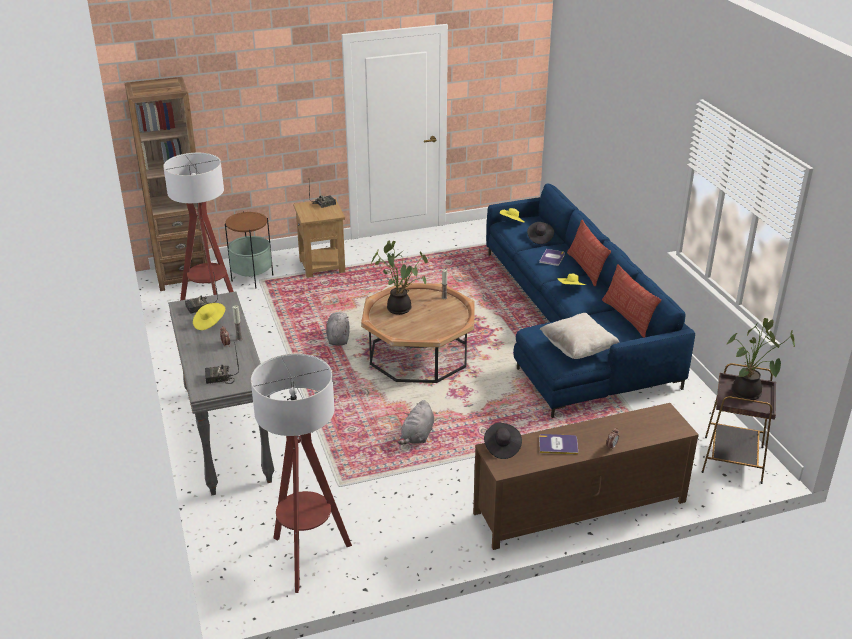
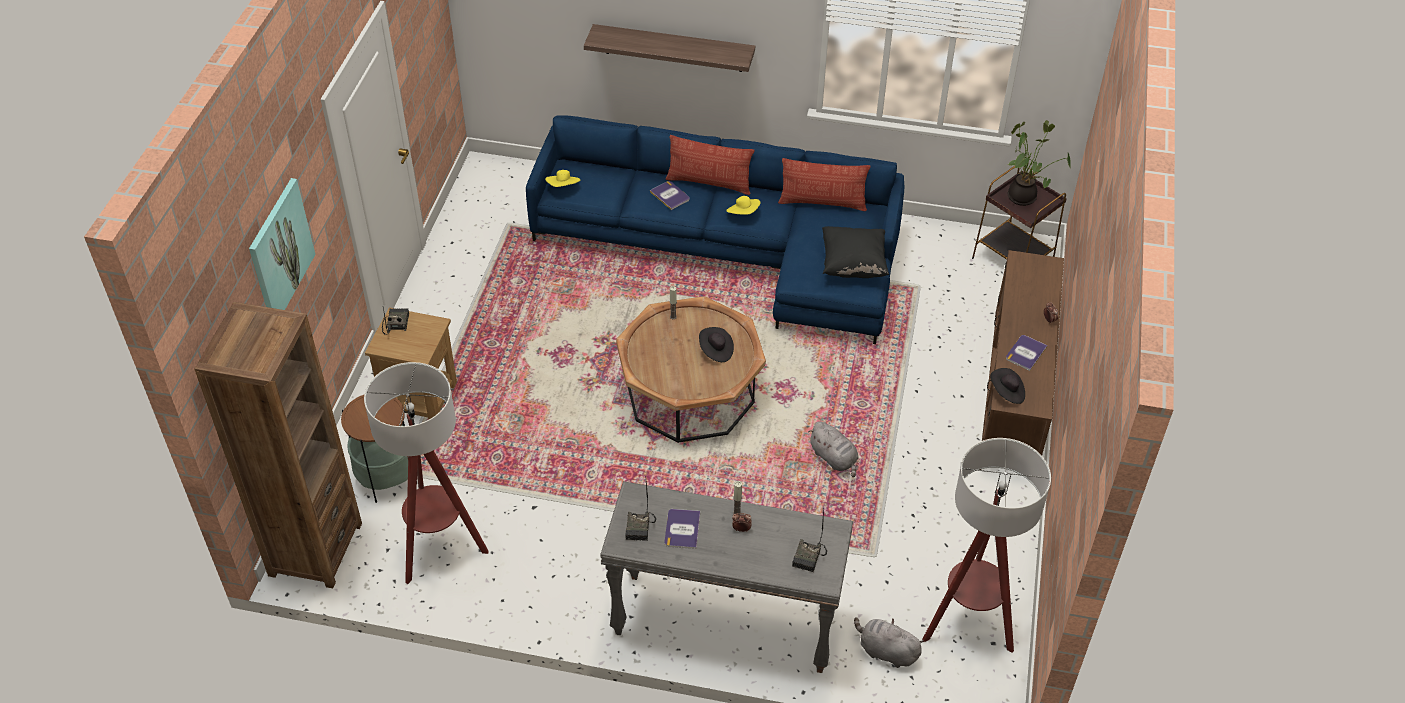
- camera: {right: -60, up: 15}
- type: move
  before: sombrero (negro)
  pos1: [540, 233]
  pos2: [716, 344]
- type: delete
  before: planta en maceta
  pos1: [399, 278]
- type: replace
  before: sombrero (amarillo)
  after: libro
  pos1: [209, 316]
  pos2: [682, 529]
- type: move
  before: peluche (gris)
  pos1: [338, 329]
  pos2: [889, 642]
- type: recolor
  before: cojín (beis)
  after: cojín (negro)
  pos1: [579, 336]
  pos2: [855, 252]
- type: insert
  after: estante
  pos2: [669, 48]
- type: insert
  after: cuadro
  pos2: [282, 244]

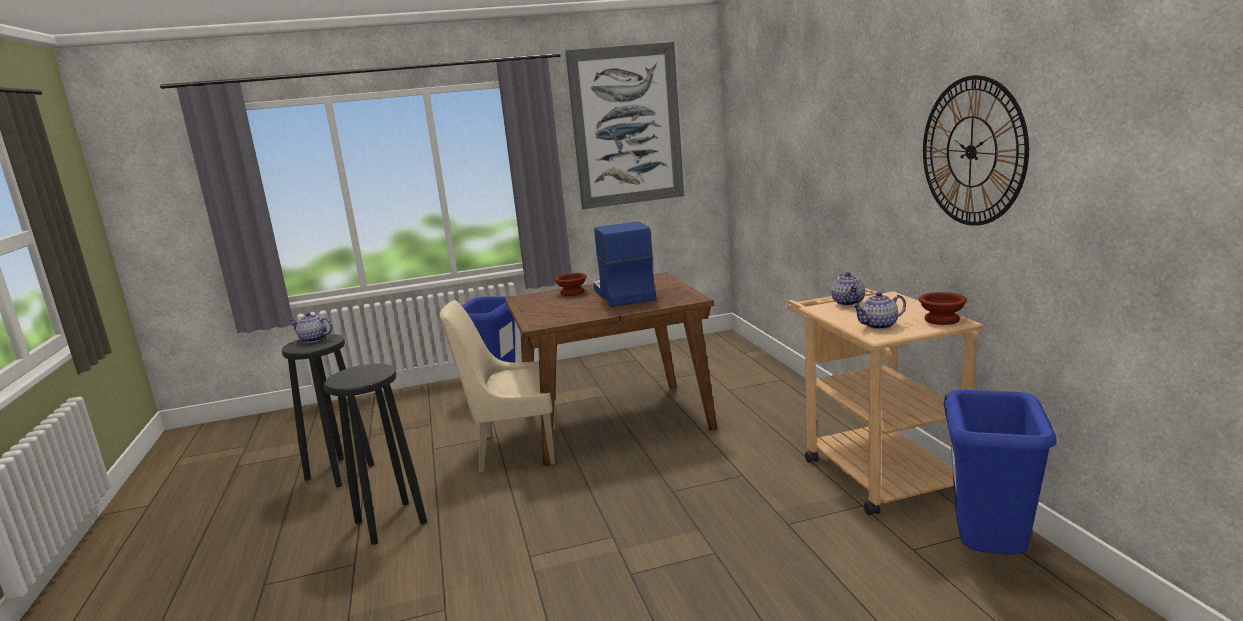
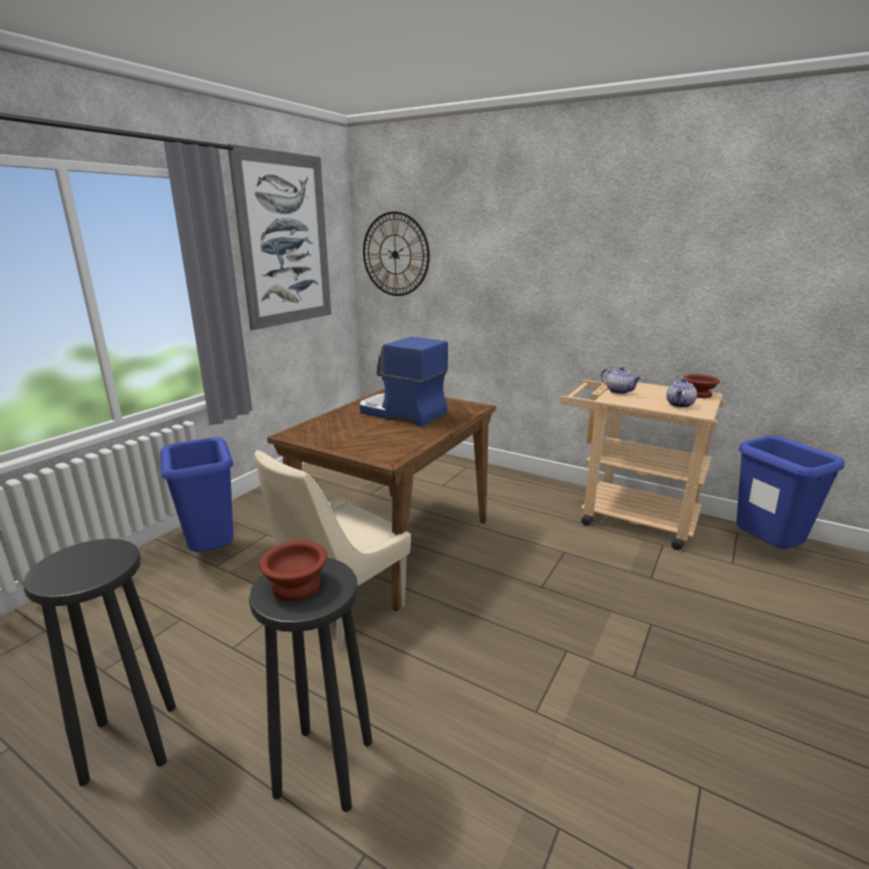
- camera: {right: -45, up: 5}
- type: move
  before: reloj de pared
  pos1: [976, 150]
  pos2: [396, 253]
- type: move
  before: cuenco (marrón)
  pos1: [571, 284]
  pos2: [293, 570]
- type: delete
  before: tetera
  pos1: [310, 327]

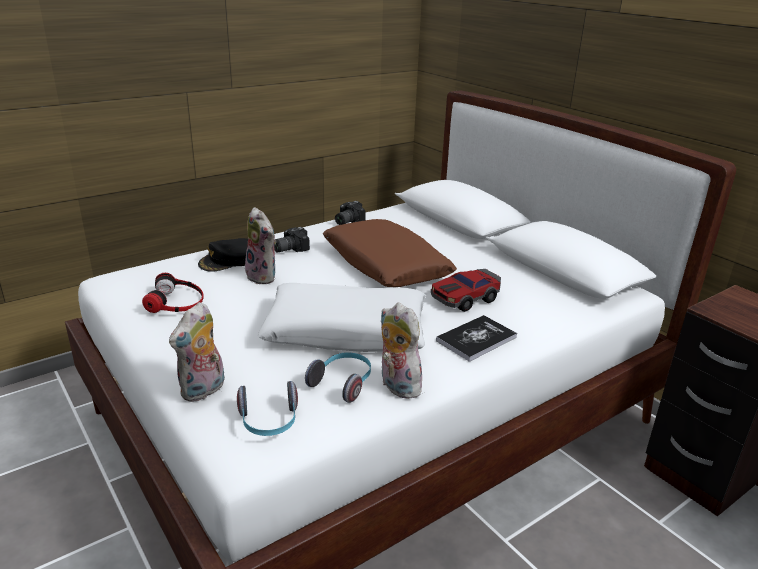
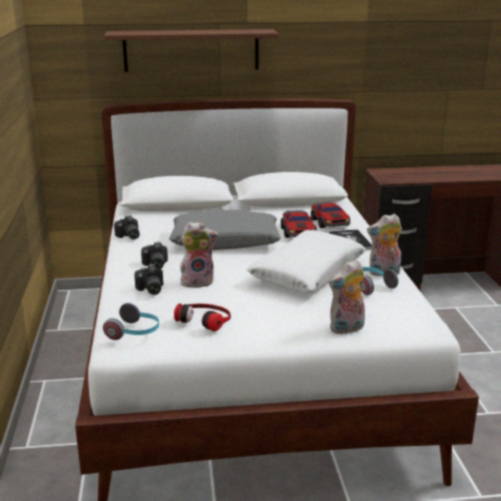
- camera: {right: -60, up: -5}
- type: recolor
  before: cojín (marrón)
  after: cojín (gris)
  pos1: [390, 253]
  pos2: [225, 230]
- type: replace
  before: gorra (negro)
  after: cámara
  pos1: [223, 255]
  pos2: [148, 279]
- type: rotate
  before: peluche
  pos1: [197, 352]
  pos2: [347, 297]
  turn: 90
- type: move
  before: auriculares
  pos1: [267, 408]
  pos2: [131, 321]
- type: insert
  after: estante (marrón)
  pos2: [191, 50]
- type: insert
  after: coche de juguete
  pos2: [330, 214]

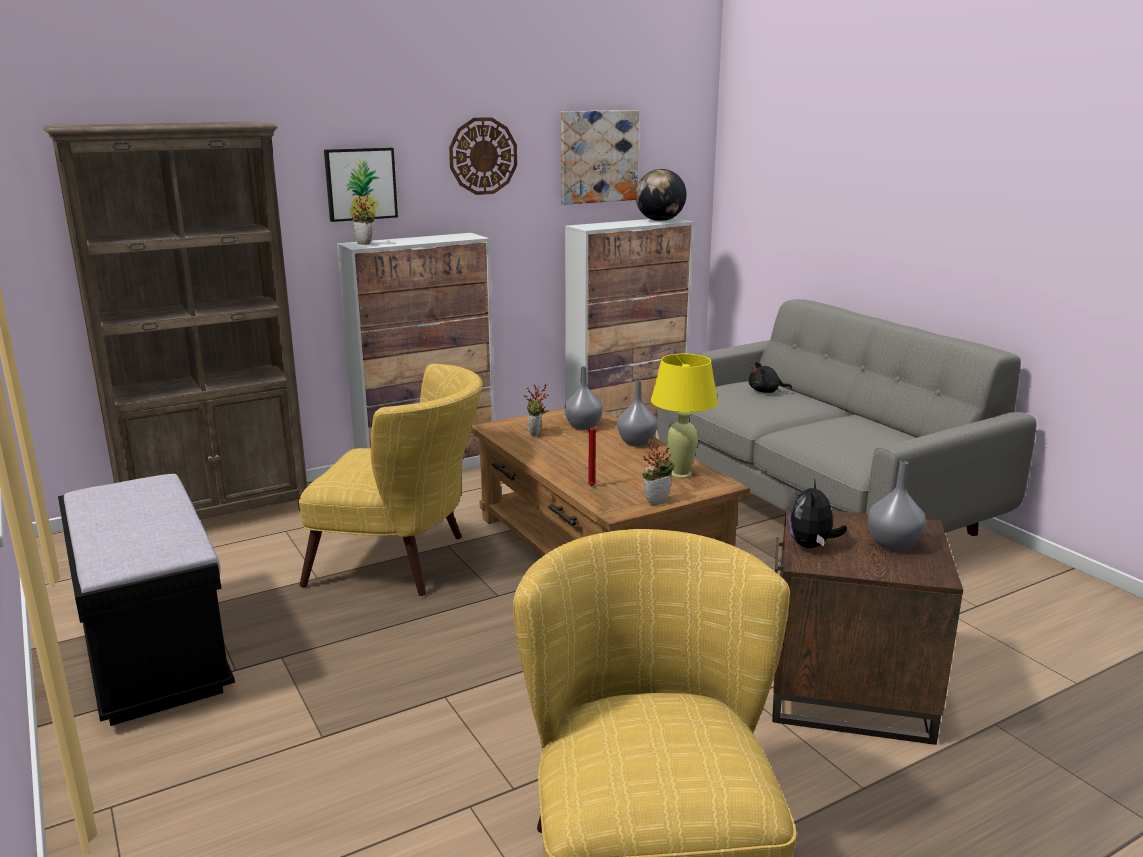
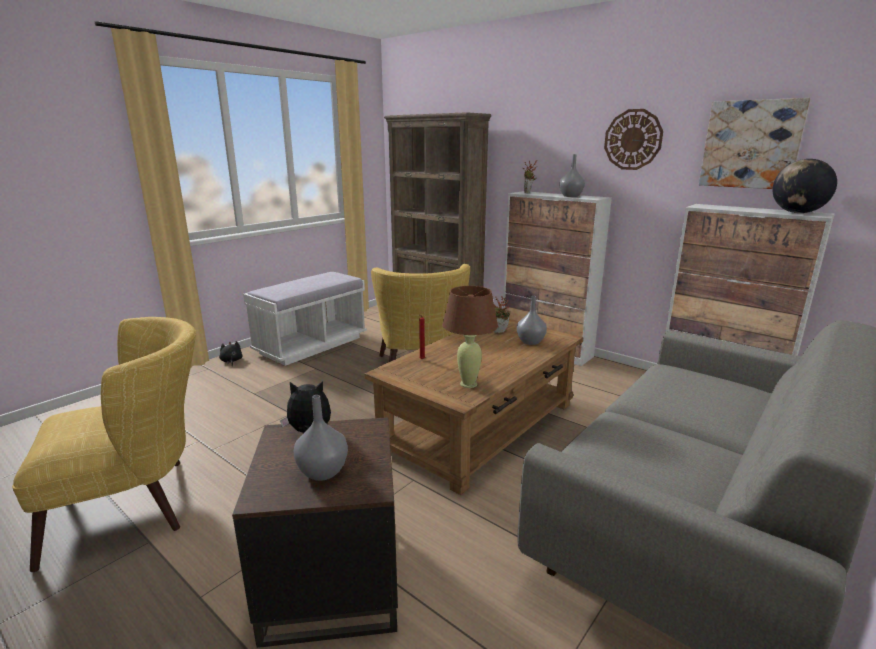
- camera: {right: 70, up: 0}
- type: delete
  before: cuadro
  pos1: [361, 185]
- type: recolor
  before: lámpara de mesa (amarillo)
  after: lámpara de mesa (marrón)
  pos1: [684, 416]
  pos2: [470, 337]
- type: move
  before: peluche (negro)
  pos1: [770, 377]
  pos2: [231, 353]
- type: move
  before: florero (gris)
  pos1: [637, 413]
  pos2: [572, 175]
- type: delete
  before: planta en maceta
  pos1: [658, 472]
- type: recolor
  before: banco (negro)
  after: banco (blanco)
  pos1: [146, 600]
  pos2: [305, 319]

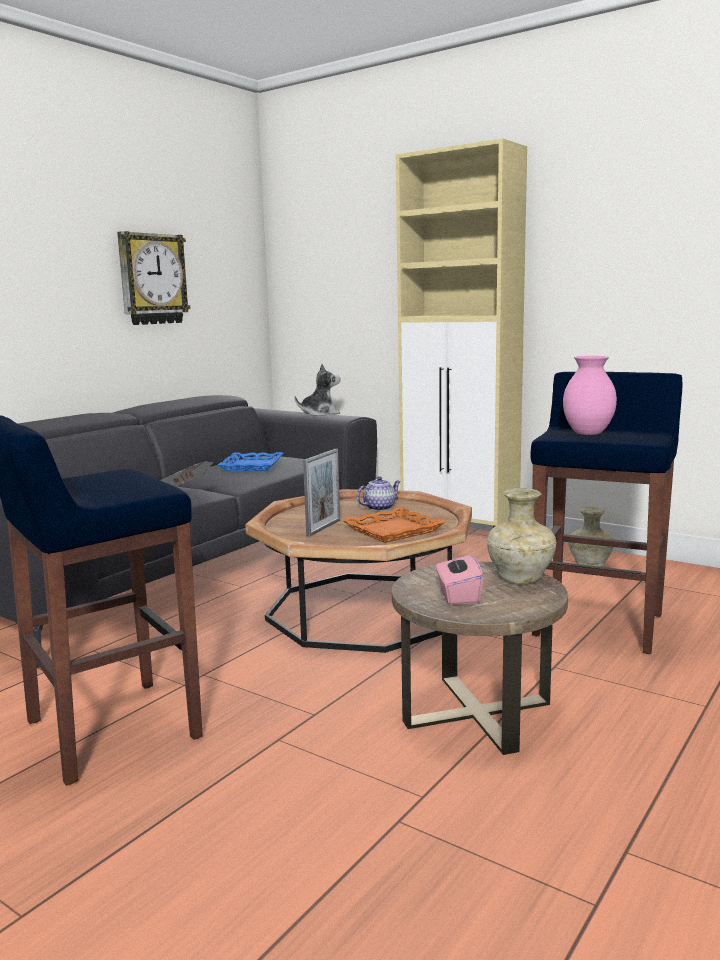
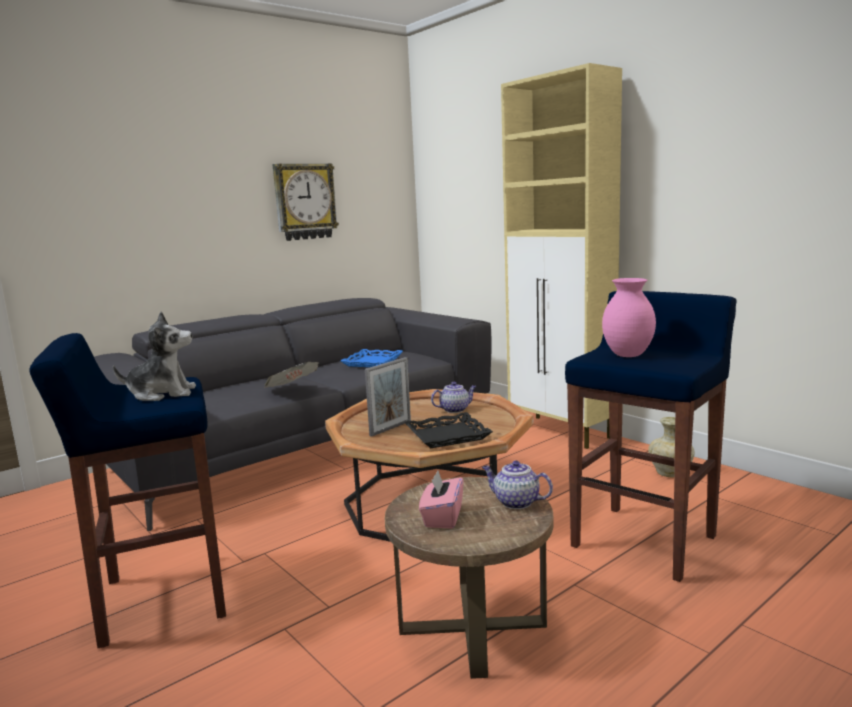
- camera: {right: 15, up: 0}
- type: move
  before: peluche
  pos1: [318, 390]
  pos2: [154, 356]
- type: replace
  before: florero (beis)
  after: tetera
  pos1: [521, 536]
  pos2: [517, 485]
- type: recolor
  before: bandeja (naranja)
  after: bandeja (negro)
  pos1: [393, 525]
  pos2: [449, 430]

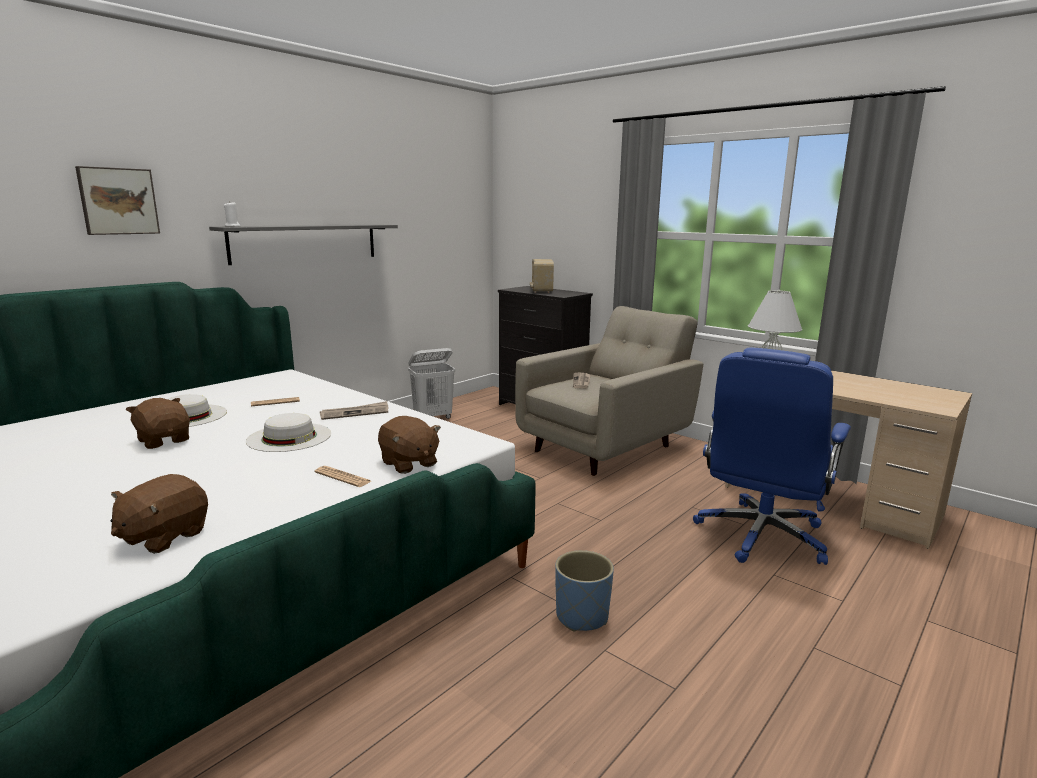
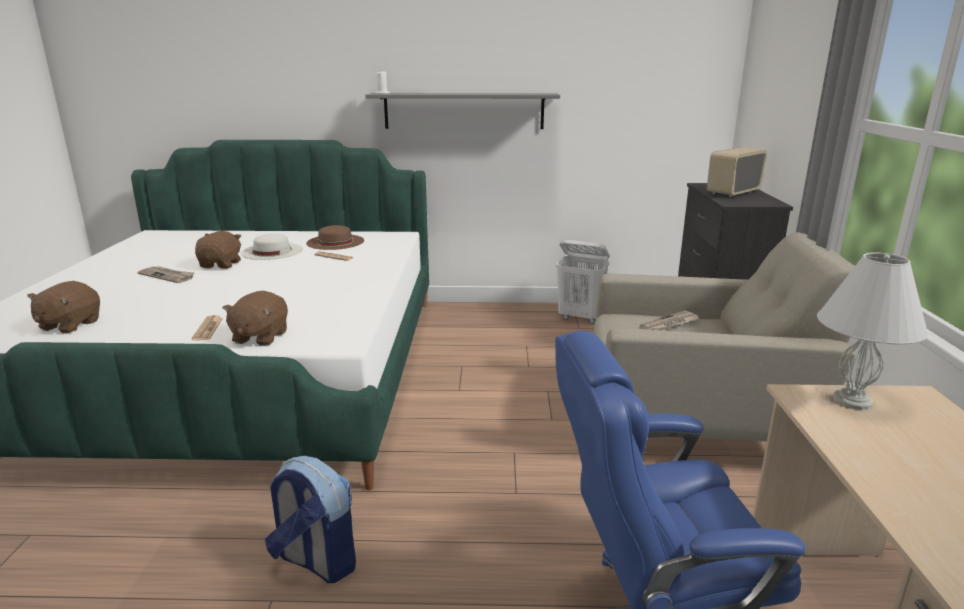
- camera: {right: 50, up: 5}
- type: delete
  before: cuadro
  pos1: [117, 200]
- type: move
  before: periódico
  pos1: [354, 410]
  pos2: [166, 274]
- type: delete
  before: sombrero (blanco)
  pos1: [288, 432]
- type: rotate
  before: peluche (marrón)
  pos1: [159, 514]
  pos2: [63, 307]
  turn: -60
- type: replace
  before: maceta (azul)
  after: mochila
  pos1: [584, 590]
  pos2: [310, 519]
- type: insert
  after: sombrero (marrón)
  pos2: [335, 237]

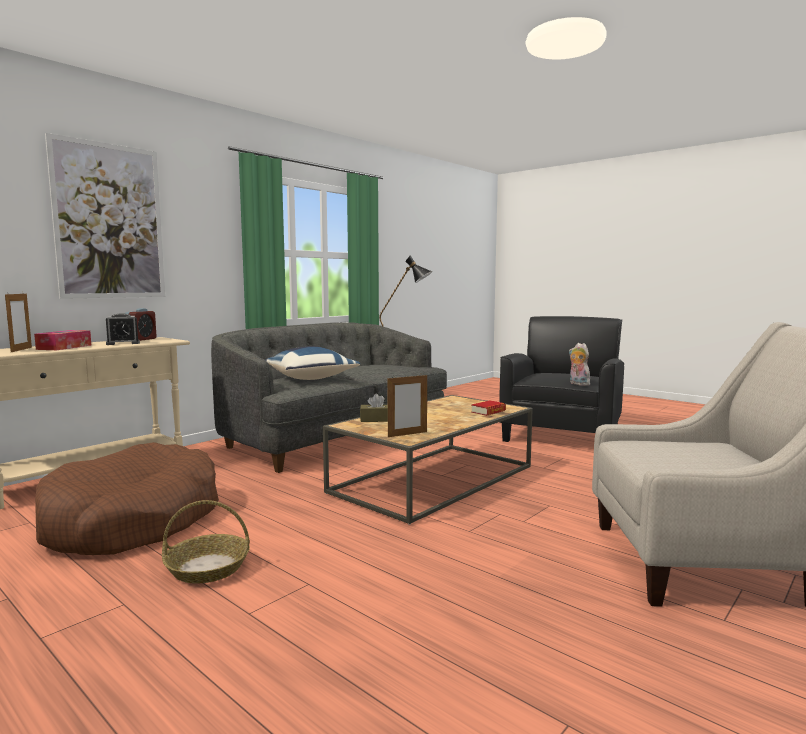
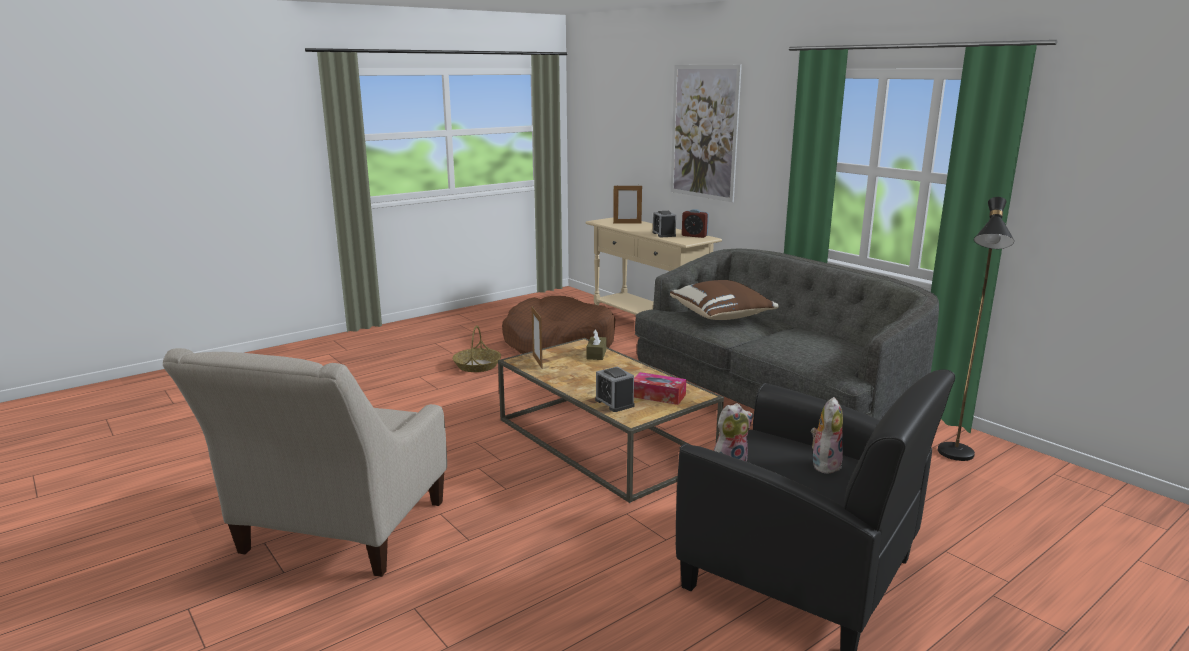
- camera: {right: 100, up: 10}
- type: move
  before: caja de pañuelos
  pos1: [62, 340]
  pos2: [660, 388]
- type: recolor
  before: cojín (azul)
  after: cojín (marrón)
  pos1: [313, 363]
  pos2: [724, 300]
- type: replace
  before: libro
  after: despertador
  pos1: [488, 408]
  pos2: [615, 389]
- type: insert
  after: peluche
  pos2: [827, 435]

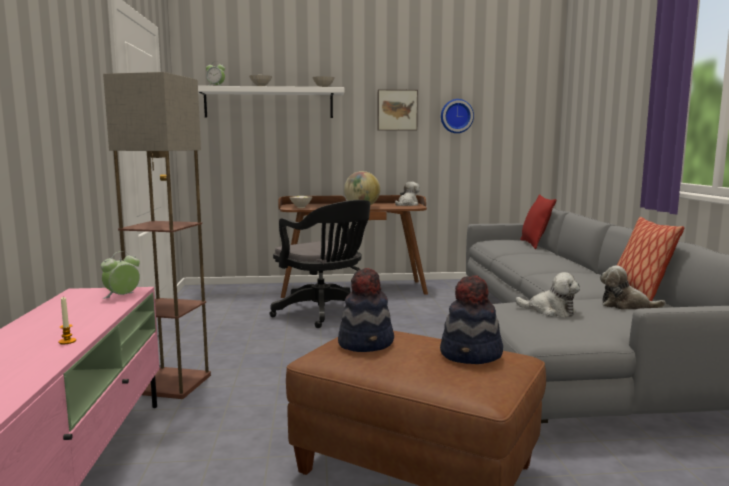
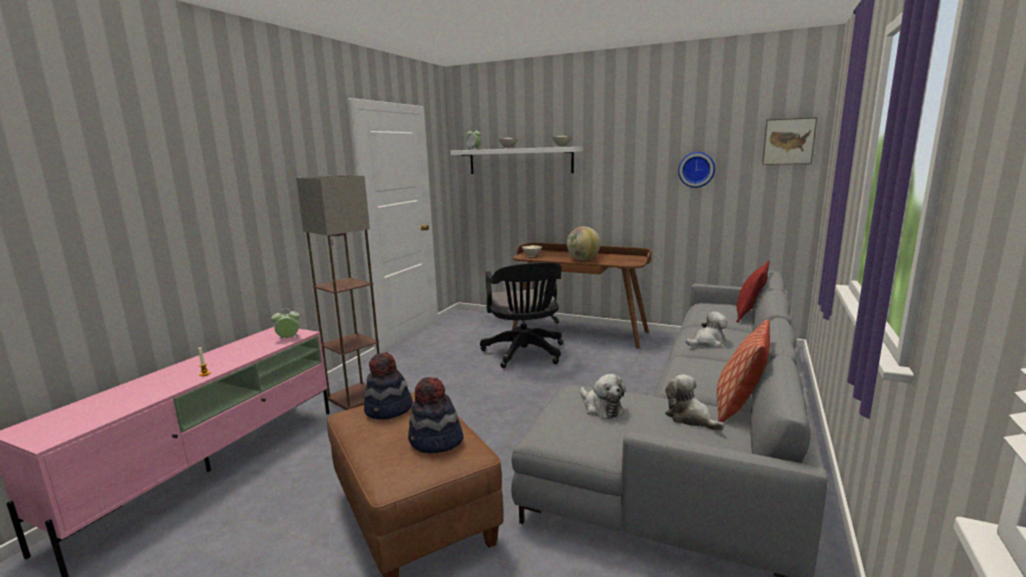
- camera: {right: 30, up: 5}
- type: move
  before: cuadro
  pos1: [397, 110]
  pos2: [789, 141]
- type: move
  before: peluche
  pos1: [407, 194]
  pos2: [707, 329]

